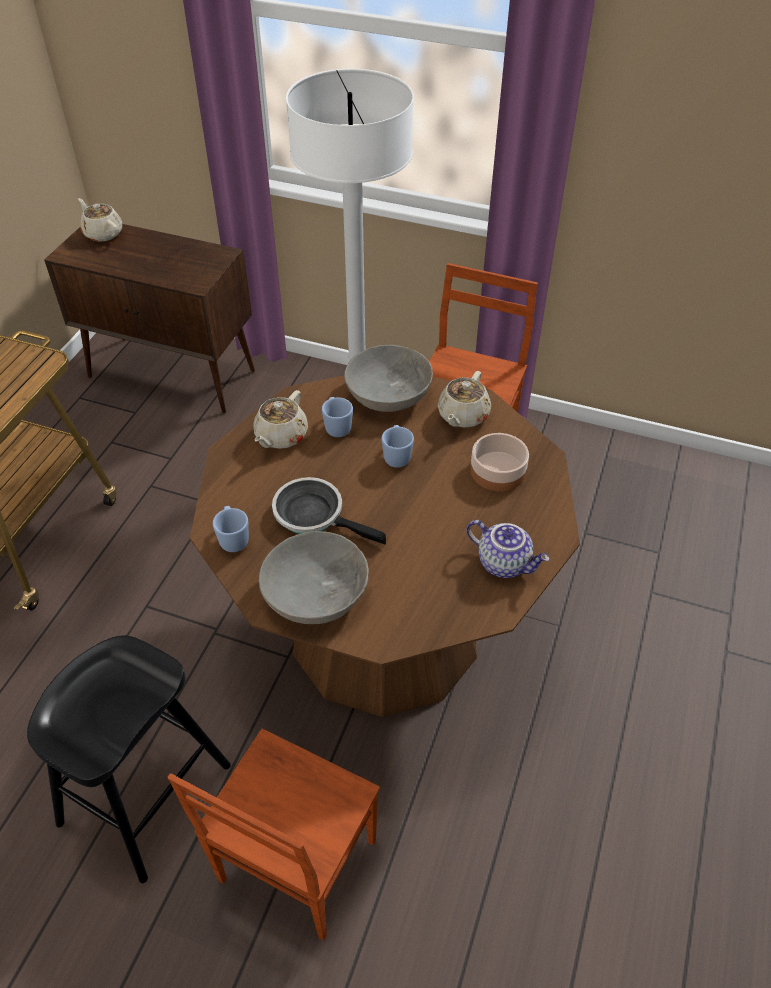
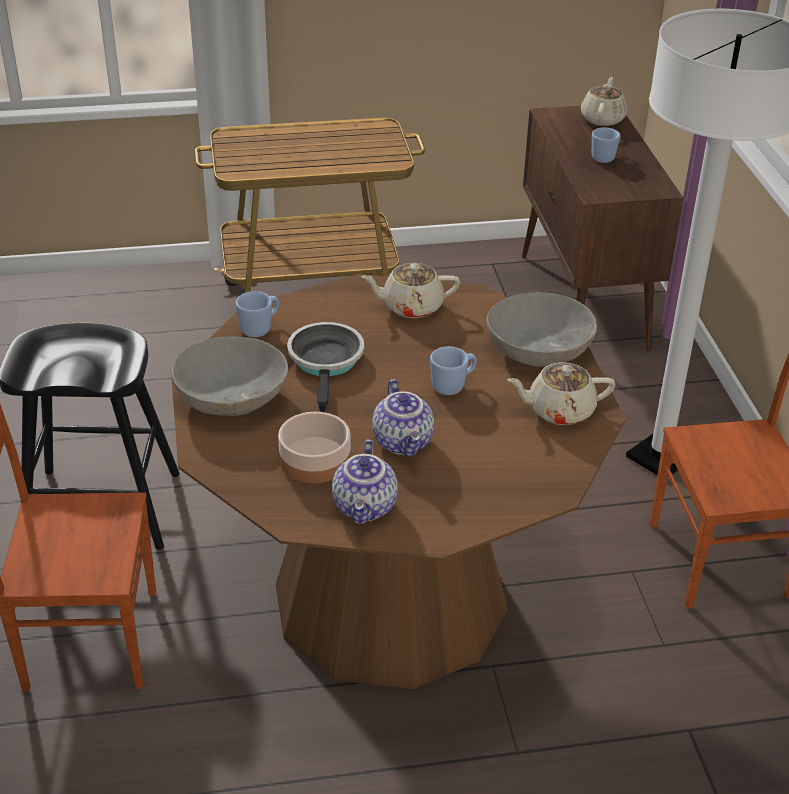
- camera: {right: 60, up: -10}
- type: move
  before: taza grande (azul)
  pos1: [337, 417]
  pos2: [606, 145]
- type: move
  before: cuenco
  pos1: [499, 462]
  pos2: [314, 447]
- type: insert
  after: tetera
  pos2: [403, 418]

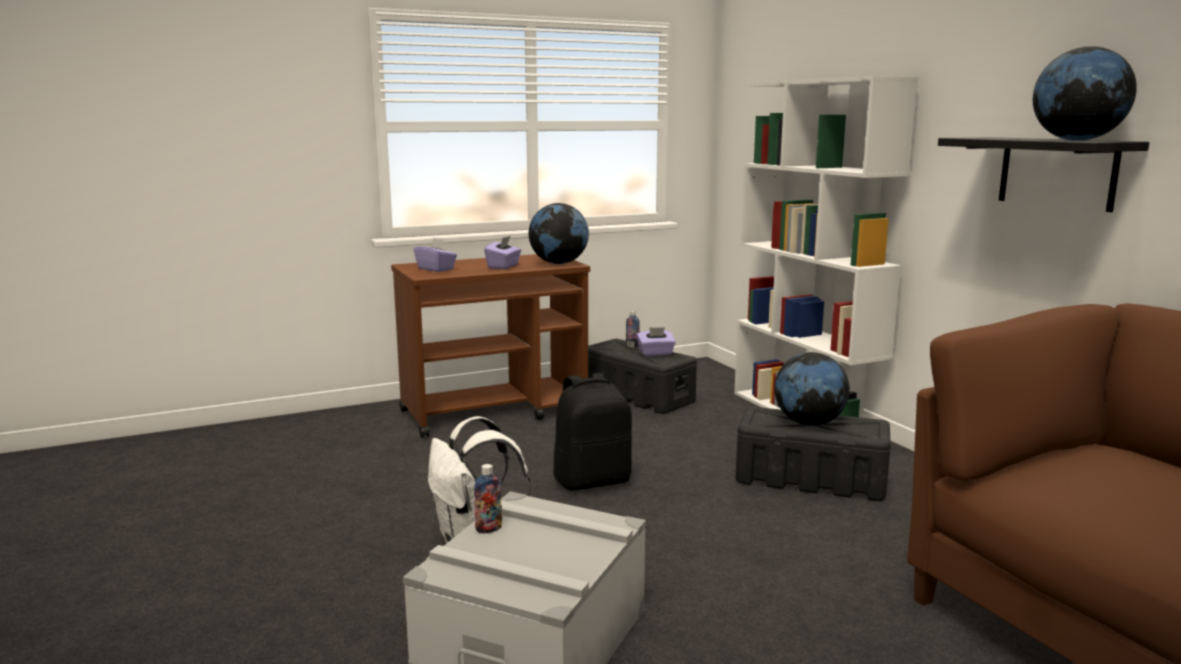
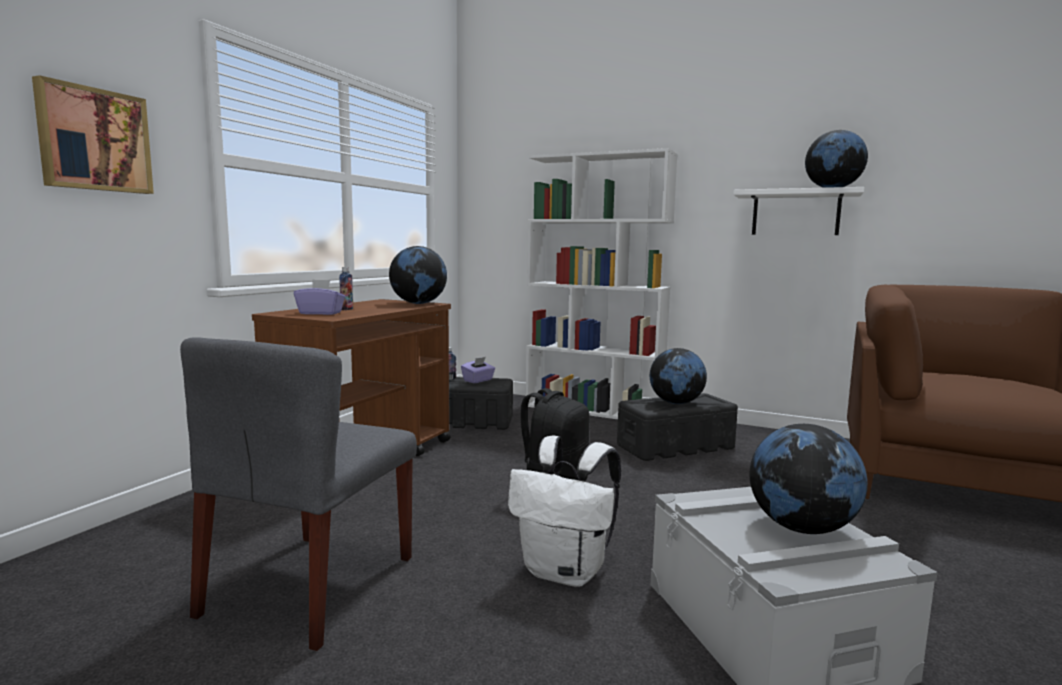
- camera: {right: -40, up: -5}
- type: recolor
  before: estante (negro)
  after: estante (blanco)
  pos1: [1043, 174]
  pos2: [799, 211]
- type: delete
  before: caja de pañuelos (morado)
  pos1: [502, 252]
- type: move
  before: botella
  pos1: [488, 498]
  pos2: [346, 288]
- type: insert
  after: cuadro
  pos2: [93, 134]
- type: insert
  after: silla (gris)
  pos2: [298, 494]
- type: insert
  after: globo terráqueo
  pos2: [809, 479]

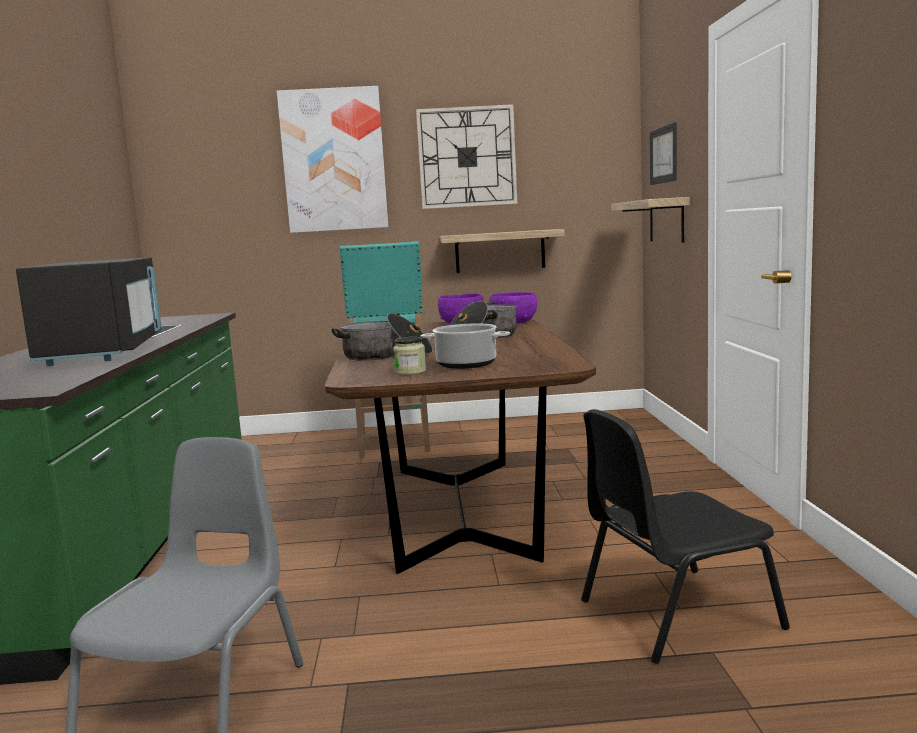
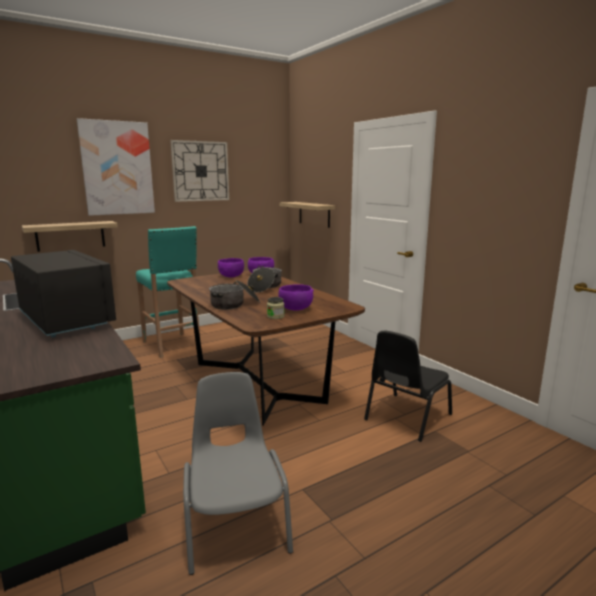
- camera: {right: -30, up: 5}
- type: delete
  before: cuadro
  pos1: [663, 153]
- type: move
  before: estante
  pos1: [502, 251]
  pos2: [70, 236]
- type: replace
  before: olla
  after: cuenco (morado)
  pos1: [465, 346]
  pos2: [296, 297]

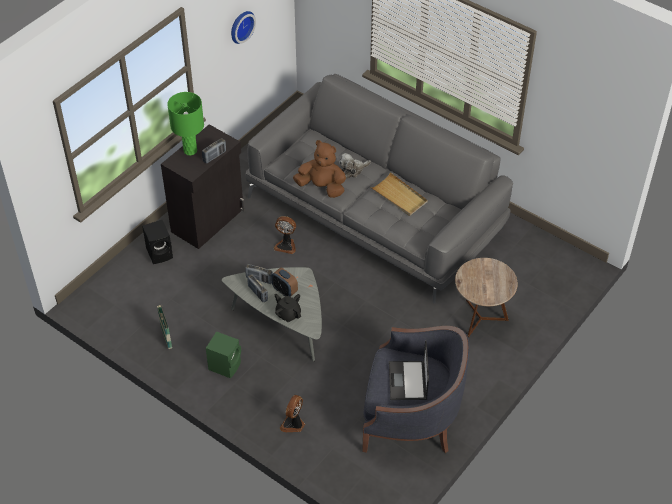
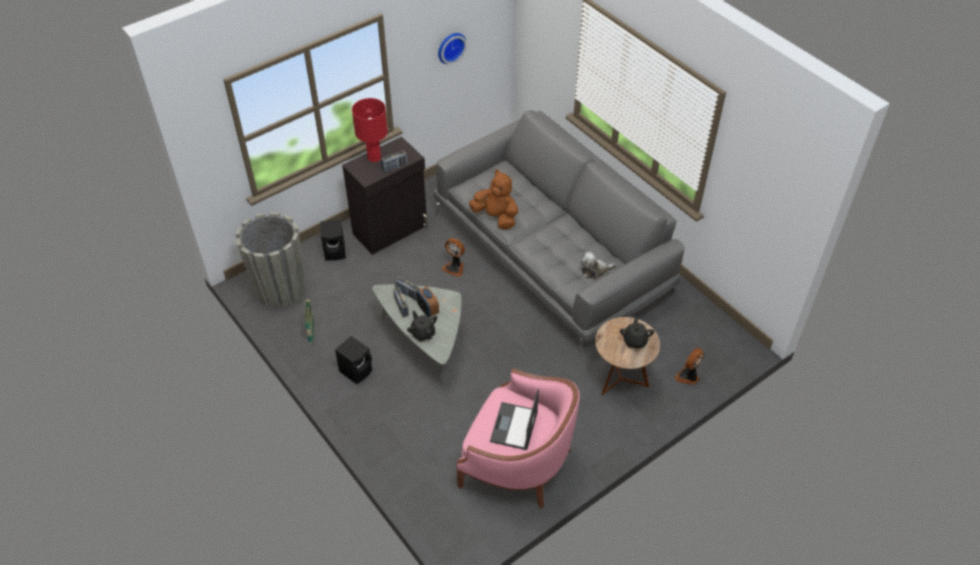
- camera: {right: 15, up: 0}
- type: recolor
  before: lámpara de mesa (verde)
  after: lámpara de mesa (rojo)
  pos1: [185, 124]
  pos2: [370, 130]
- type: move
  before: peluche
  pos1: [355, 165]
  pos2: [598, 265]
- type: delete
  before: bandeja (beis)
  pos1: [399, 194]
- type: recolor
  before: sillón (azul)
  after: sillón (rosa)
  pos1: [415, 389]
  pos2: [518, 438]
- type: recolor
  before: altavoz (verde)
  after: altavoz (negro)
  pos1: [223, 354]
  pos2: [353, 360]
- type: move
  before: ventilador
  pos1: [292, 413]
  pos2: [689, 366]
- type: insert
  after: maceta (gris)
  pos2: [270, 260]
- type: insert
  after: tetera (negro)
  pos2: [637, 332]

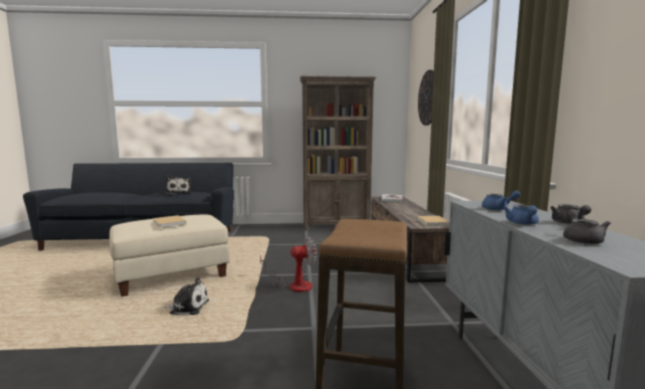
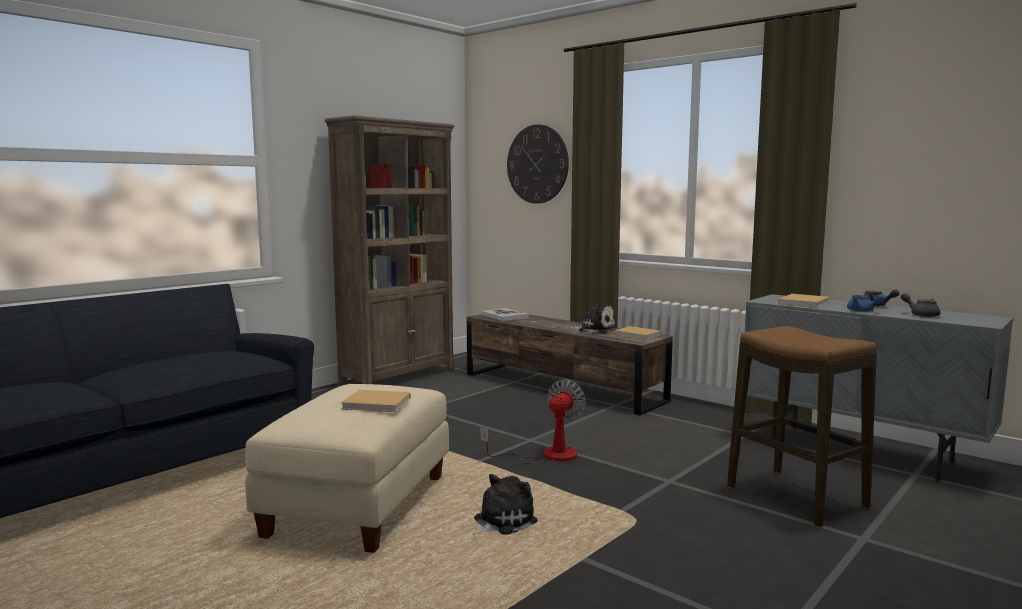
- camera: {right: -45, up: 0}
- type: move
  before: peluche
  pos1: [178, 185]
  pos2: [592, 318]
- type: replace
  before: tetera (azul)
  after: libro (beis)
  pos1: [501, 200]
  pos2: [803, 301]

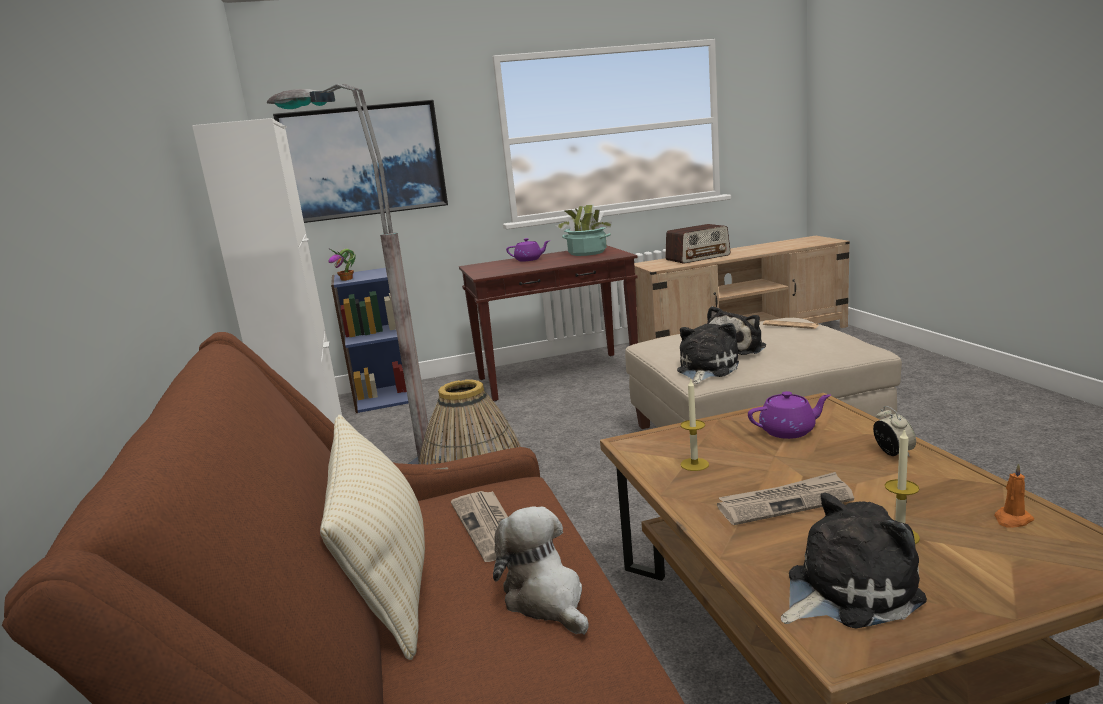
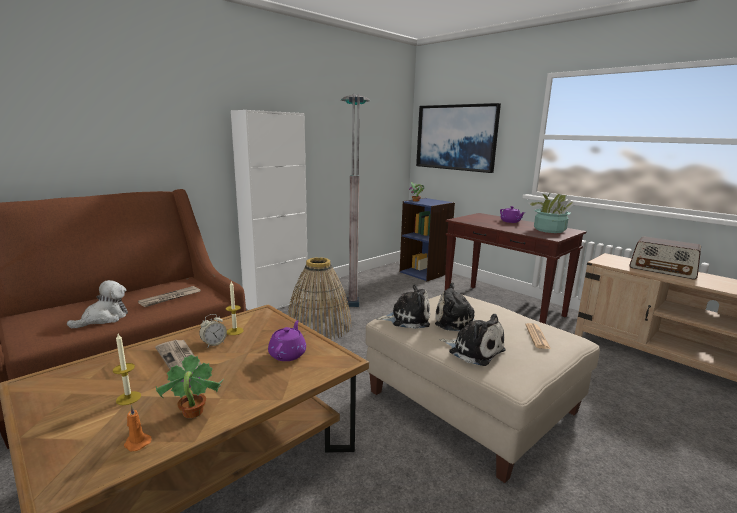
- camera: {right: 60, up: 0}
- type: rotate
  before: tetera (morado)
  pos1: [789, 415]
  pos2: [287, 340]
  turn: -135
- type: move
  before: despertador
  pos1: [894, 431]
  pos2: [213, 330]
- type: delete
  before: cojín (beis)
  pos1: [372, 537]
- type: move
  before: peluche
  pos1: [854, 560]
  pos2: [472, 340]
- type: insert
  after: planta en maceta
  pos2: [190, 386]

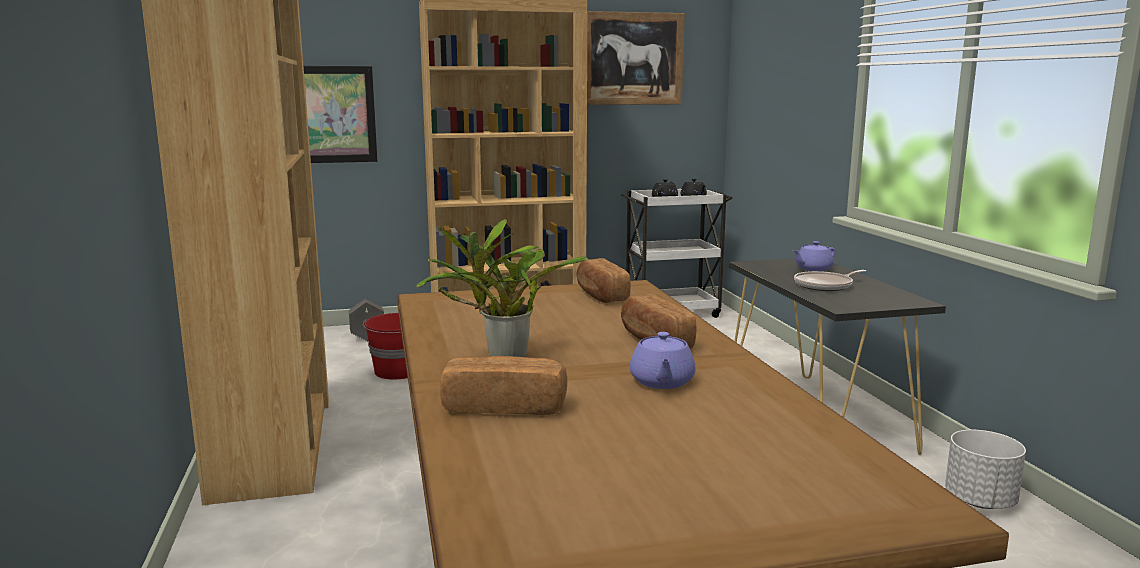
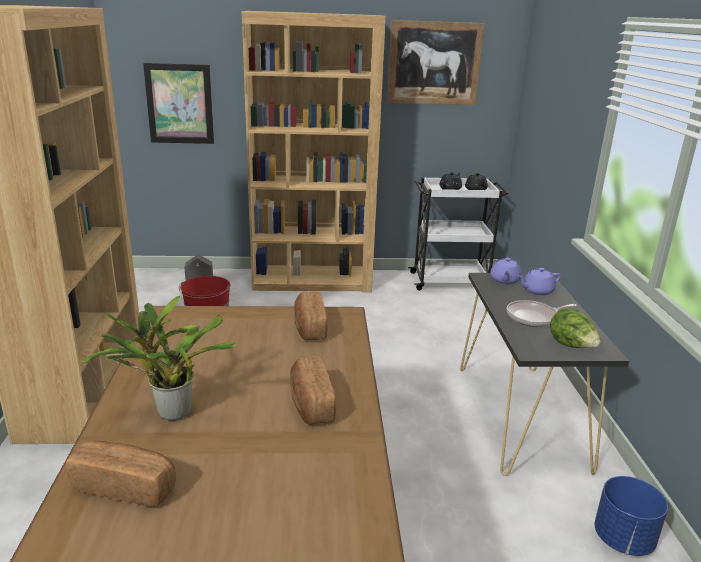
- camera: {right: 10, up: 10}
- type: move
  before: tetera (morado)
  pos1: [662, 360]
  pos2: [506, 271]
- type: recolor
  before: maceta (blanco)
  after: maceta (azul)
  pos1: [985, 469]
  pos2: [631, 516]
- type: insert
  after: lechuga
  pos2: [575, 327]

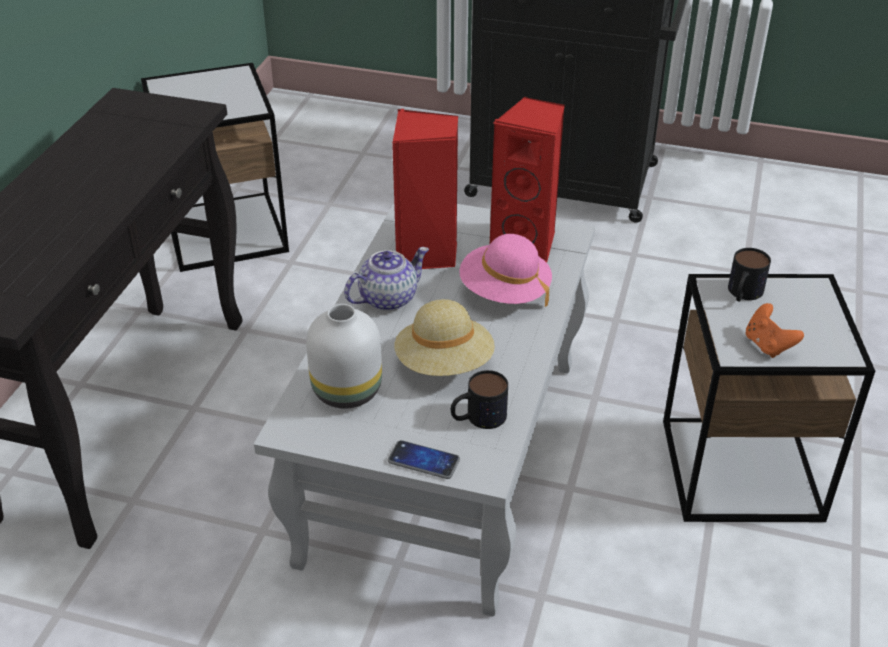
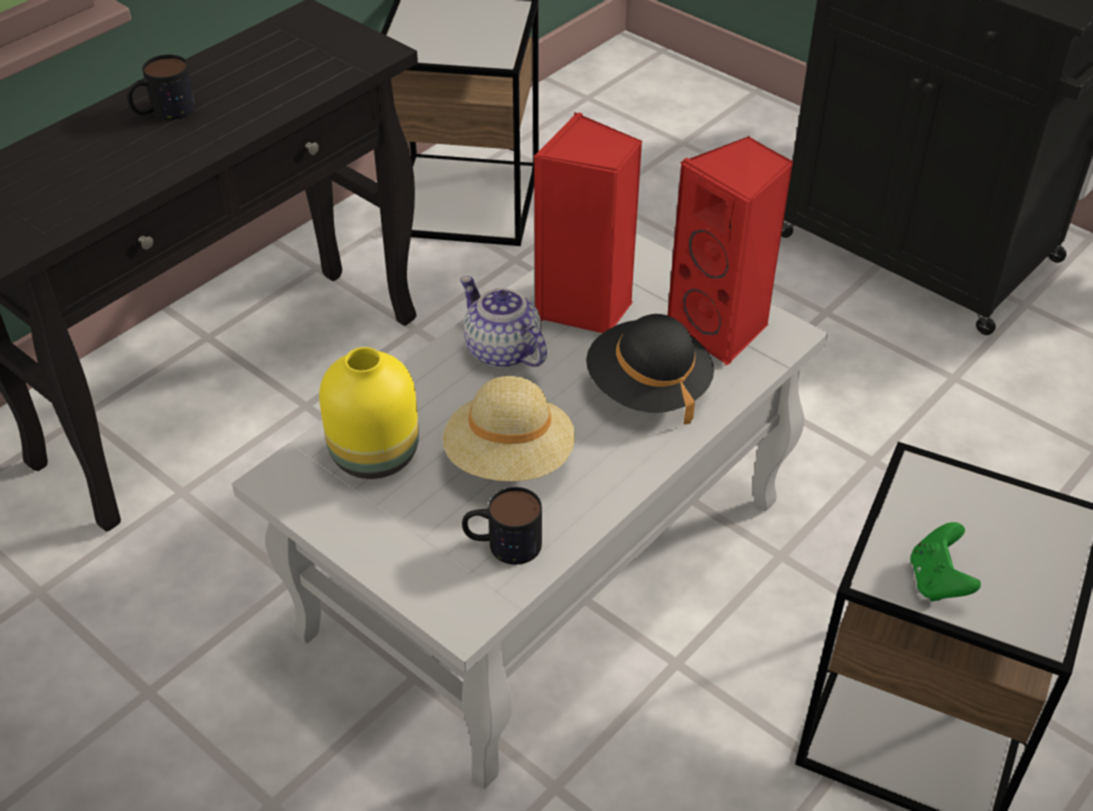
- camera: {right: 25, up: 5}
- type: recolor
  before: sombrero (rosa)
  after: sombrero (negro)
  pos1: [505, 270]
  pos2: [650, 369]
- type: rotate
  before: tetera
  pos1: [386, 279]
  pos2: [503, 322]
  turn: -120
- type: move
  before: taza grande
  pos1: [749, 275]
  pos2: [161, 87]
- type: recolor
  before: mando de consola (naranja)
  after: mando de consola (verde)
  pos1: [775, 330]
  pos2: [945, 562]
- type: recolor
  before: florero (blanco)
  after: florero (amarillo)
  pos1: [344, 356]
  pos2: [369, 413]
- type: delete
  before: móvil
  pos1: [424, 459]

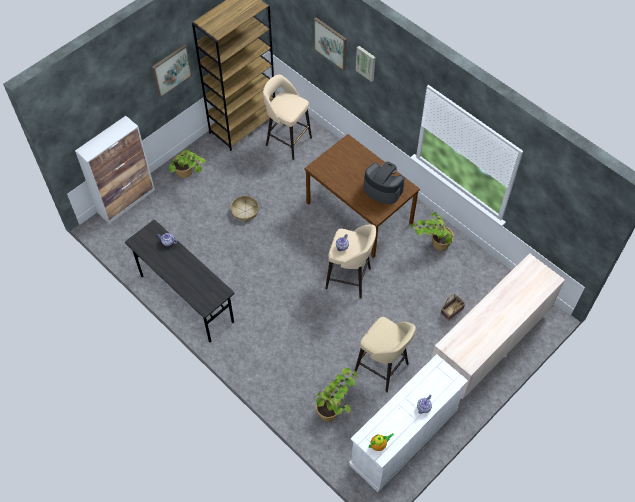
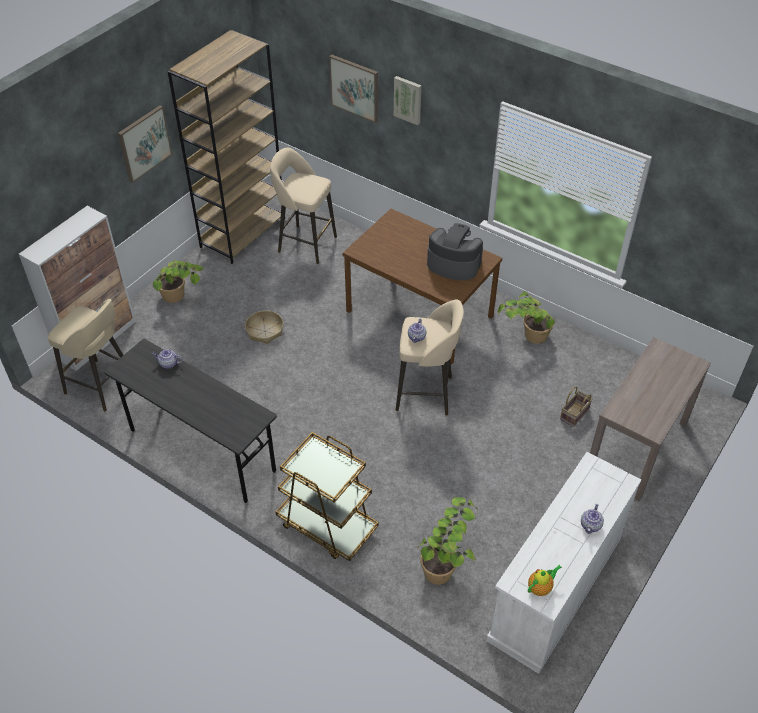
- camera: {right: -10, up: -10}
- type: replace
  before: cómoda (beis)
  after: mesa consola (marrón)
  pos1: [498, 326]
  pos2: [650, 419]
- type: move
  before: taburete (beis)
  pos1: [385, 354]
  pos2: [85, 355]
- type: insert
  after: carrito (marrón)
  pos2: [327, 496]

